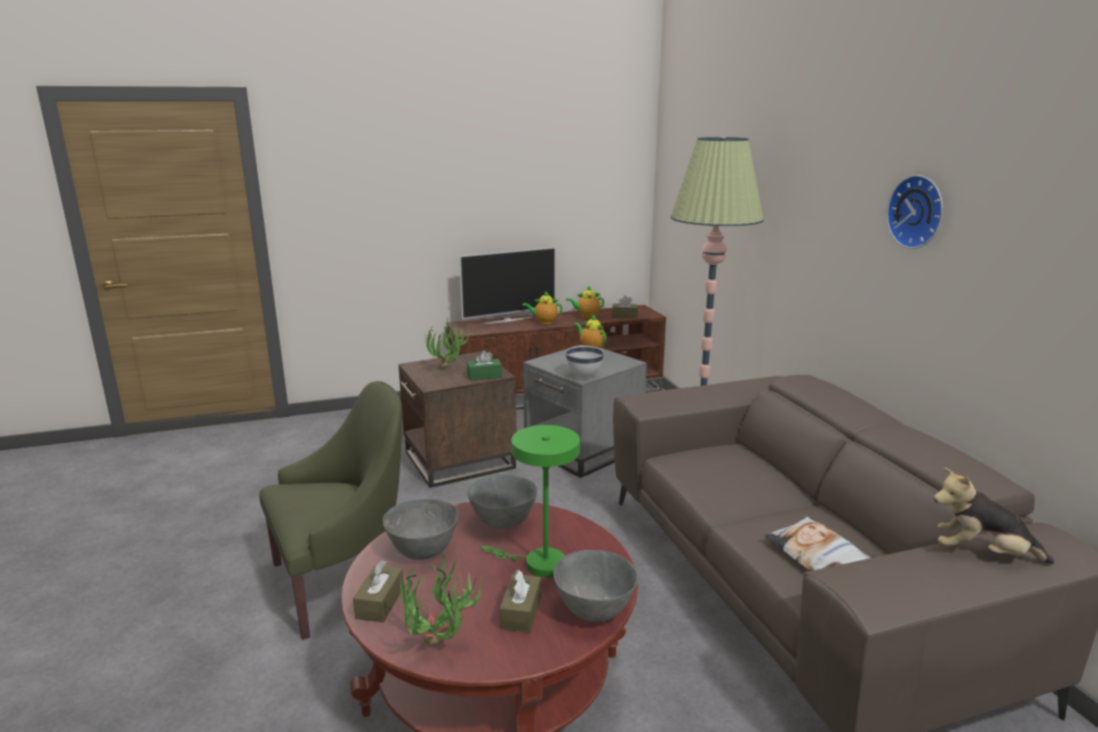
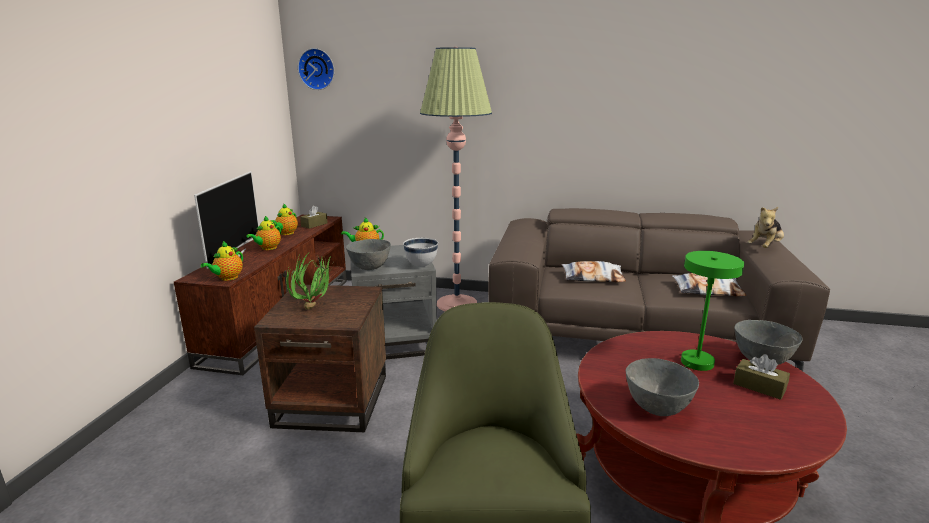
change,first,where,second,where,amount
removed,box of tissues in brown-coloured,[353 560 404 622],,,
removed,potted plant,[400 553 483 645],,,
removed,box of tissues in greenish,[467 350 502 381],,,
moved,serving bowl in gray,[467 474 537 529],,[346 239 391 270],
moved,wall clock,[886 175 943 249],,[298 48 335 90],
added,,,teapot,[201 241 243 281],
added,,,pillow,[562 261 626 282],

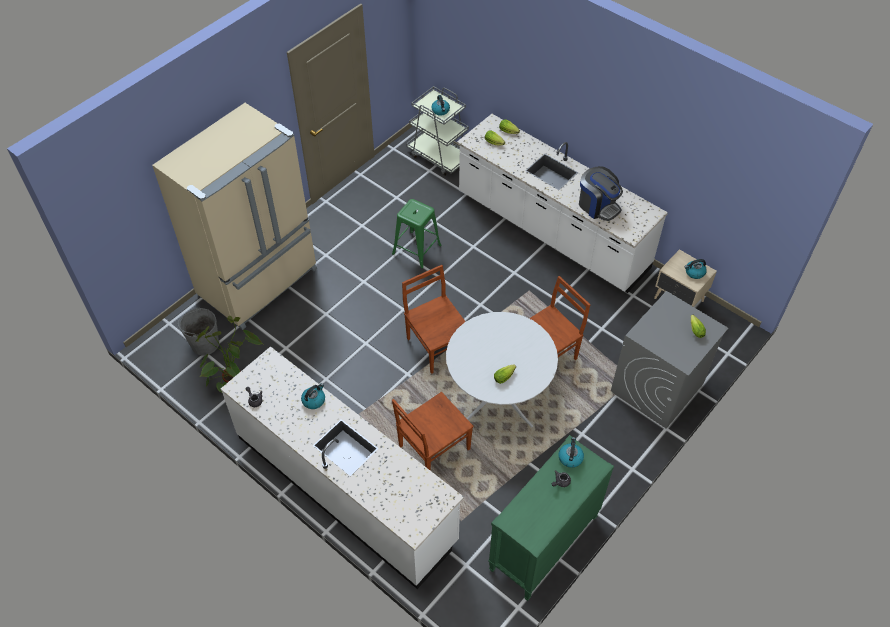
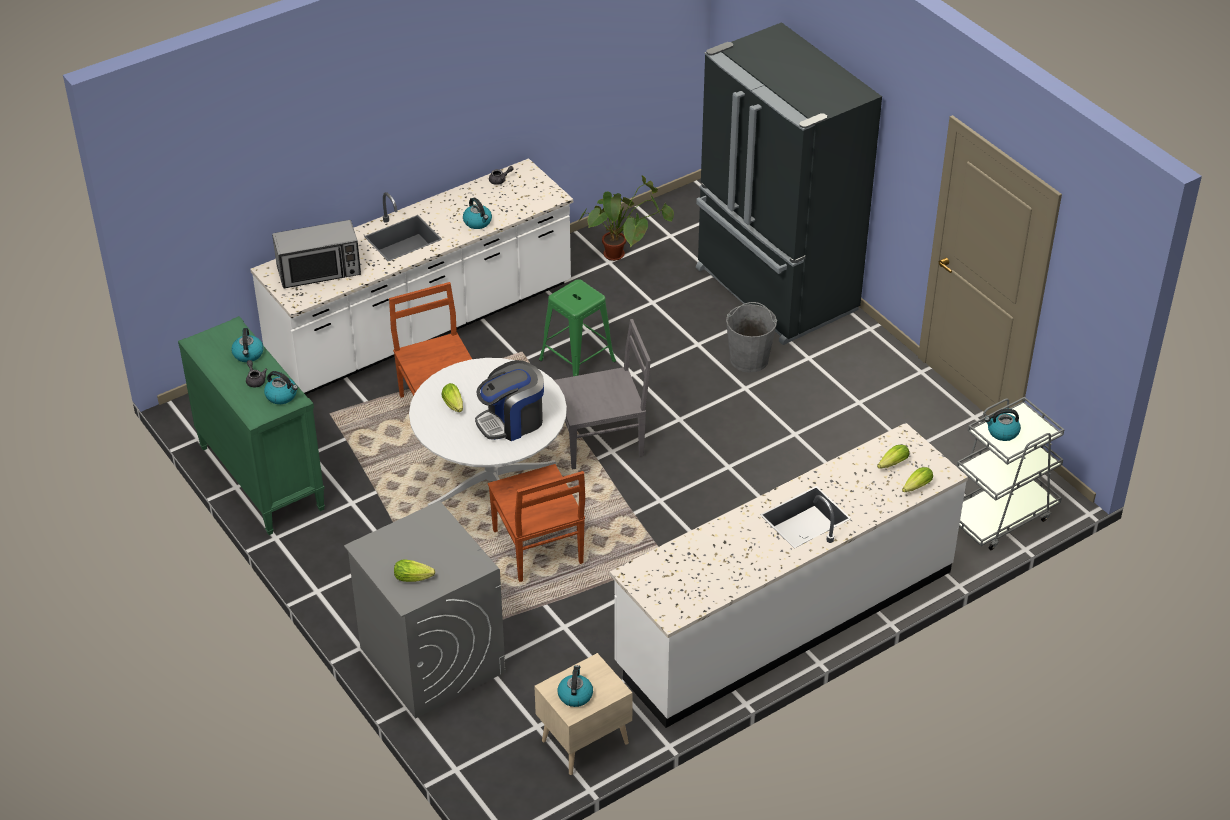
change,first,where,second,where,amount
recoloured,refrigerator in sand-coloured,[152 103 317 330],refrigerator in blackish,[696 22 882 345],
moved,water bucket in gray,[178 308 219 356],,[726 302 777 373],
moved,sitting stool in greenish,[392 199 442 269],,[539 279 616 376],
recoloured,plain chair in brown-coloured,[402 265 466 374],plain chair in gray,[554 319 651 470],
moved,coffee brewer,[579 166 623 221],,[475 360 544 441],
added,,,kettle,[231 328 264 362],
added,,,microwave oven,[272 220 361 288],

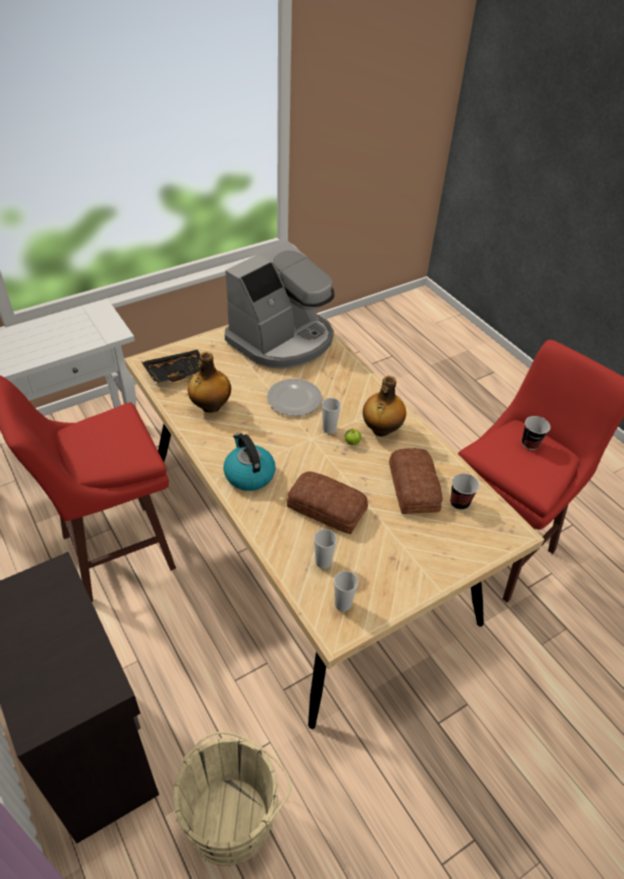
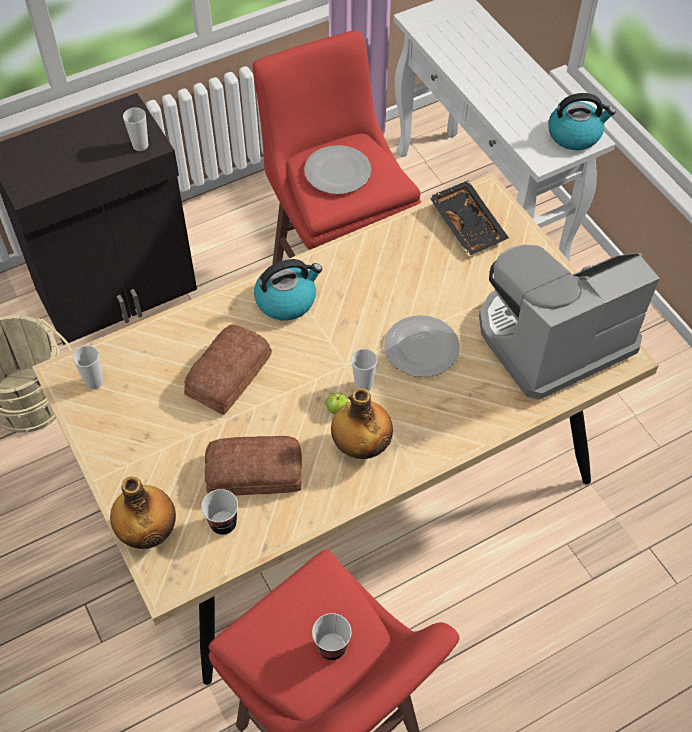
change,first,where,second,where,amount
moved,beverage bottle,[188 352 231 413],,[110 477 176 549],
turned,coffee brewer,[225 240 334 369],,[479 245 660 400],105 degrees clockwise
moved,small cup,[314 529 337 569],,[123 107 148 151],
added,,,plate,[304 145 371 194],
added,,,kettle,[548 93 616 150],

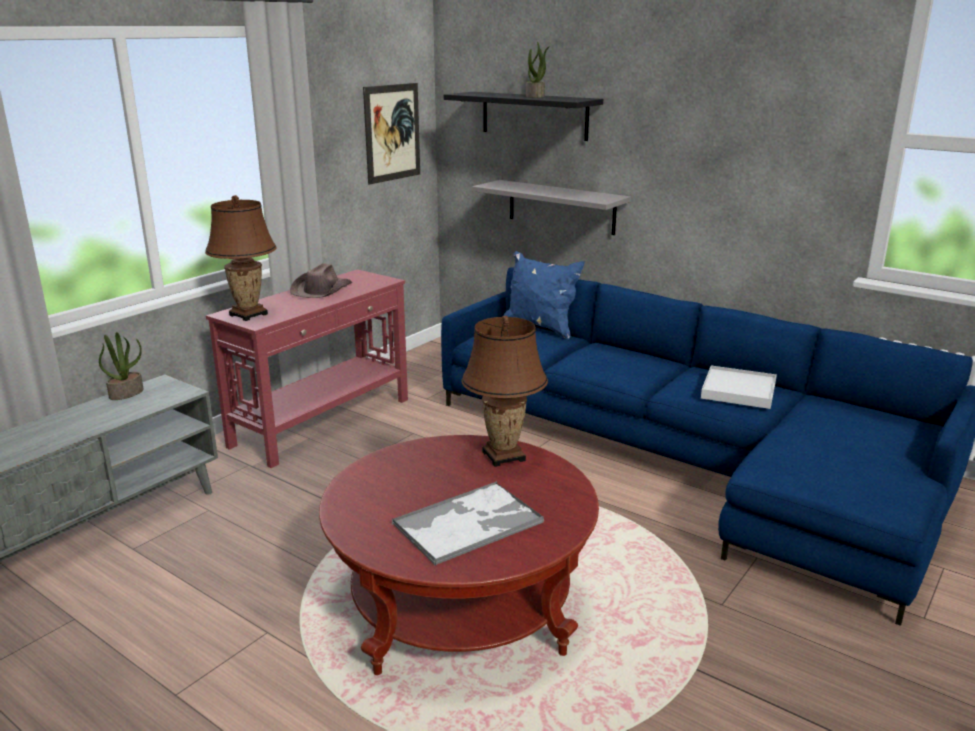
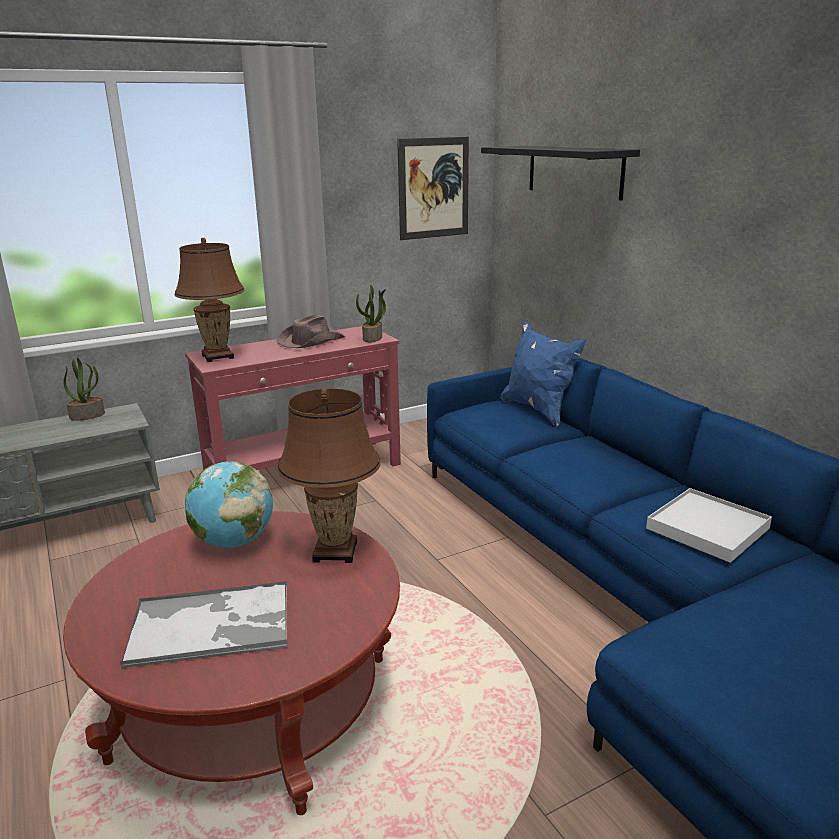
change,first,where,second,where,amount
removed,wall shelf in gray,[472 180 631 235],,,
moved,potted plant,[526 42 550 98],,[356 285 386 342],
added,,,desk globe,[185 461 273 548],

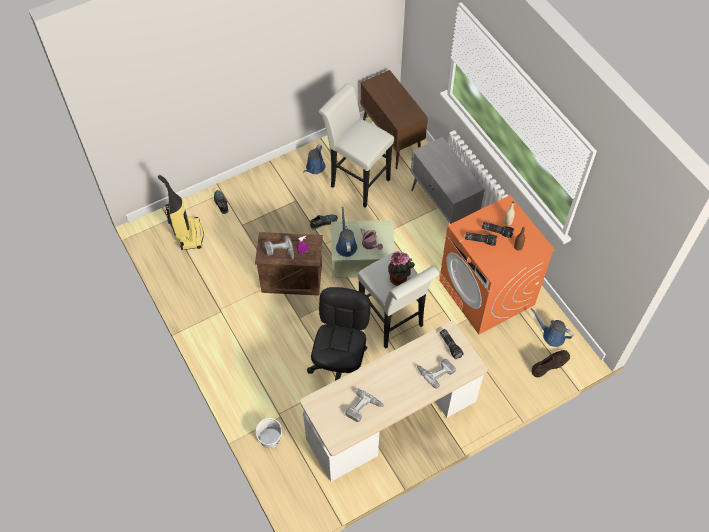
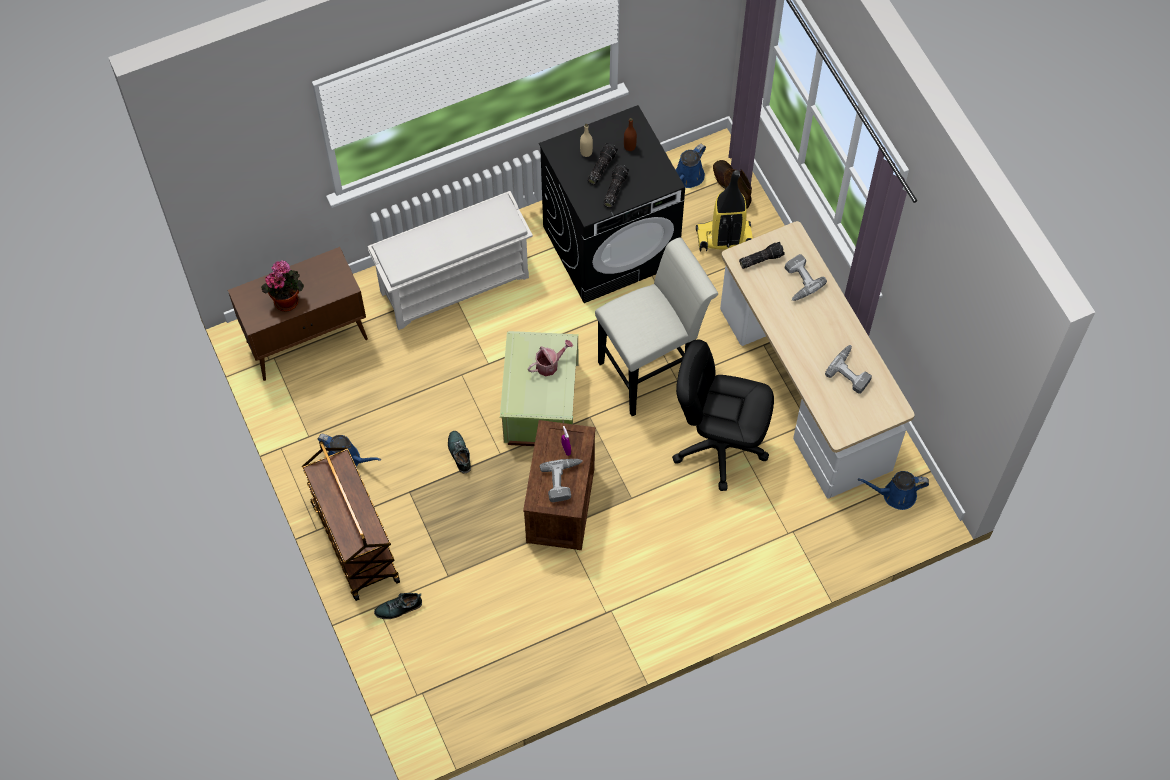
change,first,where,second,where,amount
moved,hoover,[158 175 204 250],,[696 170 753 252],
removed,water bucket in white,[256 418 282 448],,,
removed,sitting stool in white,[318 83 394 208],,,
moved,watering pot in blue-coloured,[336 207 358 257],,[858 471 929 510],
moved,potted plant,[388 252 415 286],,[261 260 304 312],
replaced,cupboard in gray,[411 137 485 224],shoe stand in white,[368 191 533 330],
recoloured,laundry appliance in orange,[439 195 555 334],laundry appliance in blackish,[539 105 685 303],
added,,,trolley in brown-coloured,[302 441 400 601],

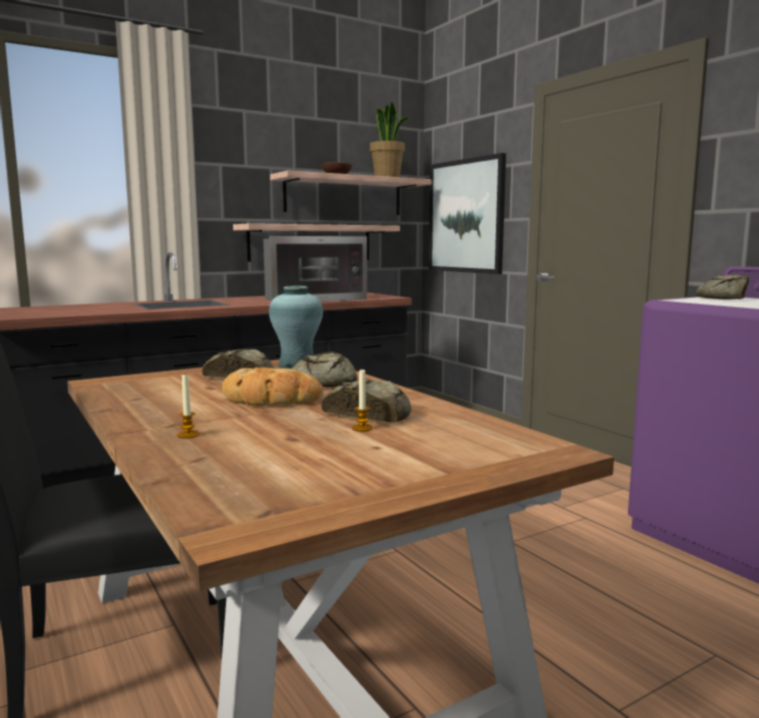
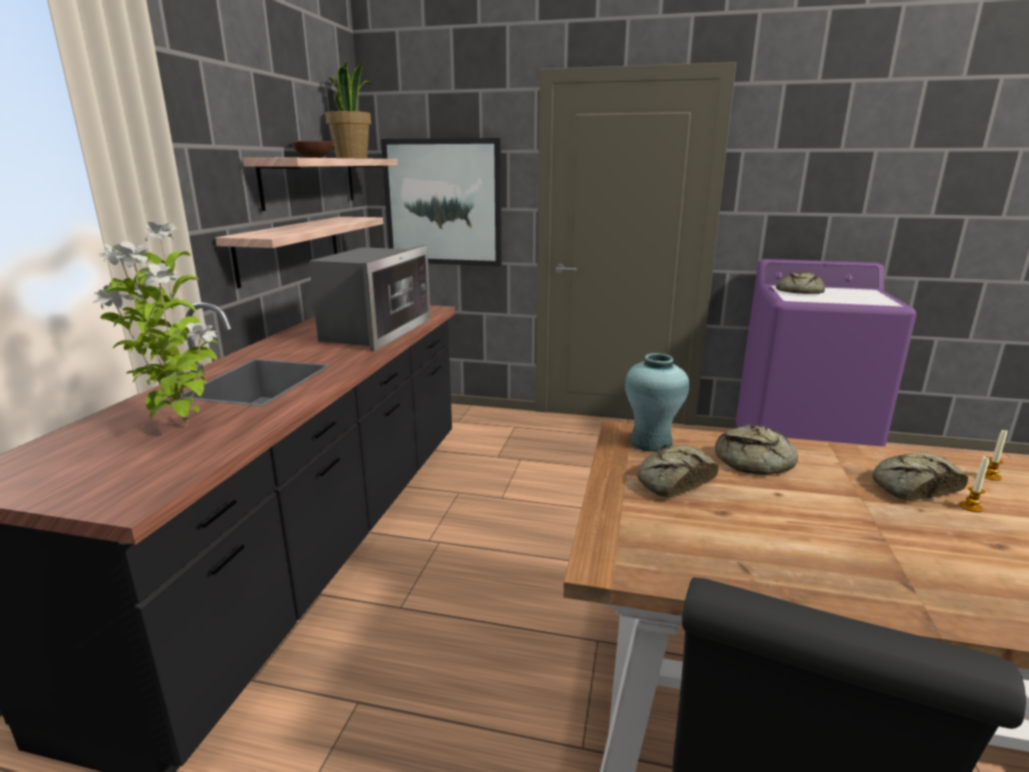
change,first,where,second,where,amount
moved,wax light,[177 375 199 438],,[984 430 1008 481],
removed,bread,[222 367 323 406],,,
added,,,potted plant,[92 222 217 426],

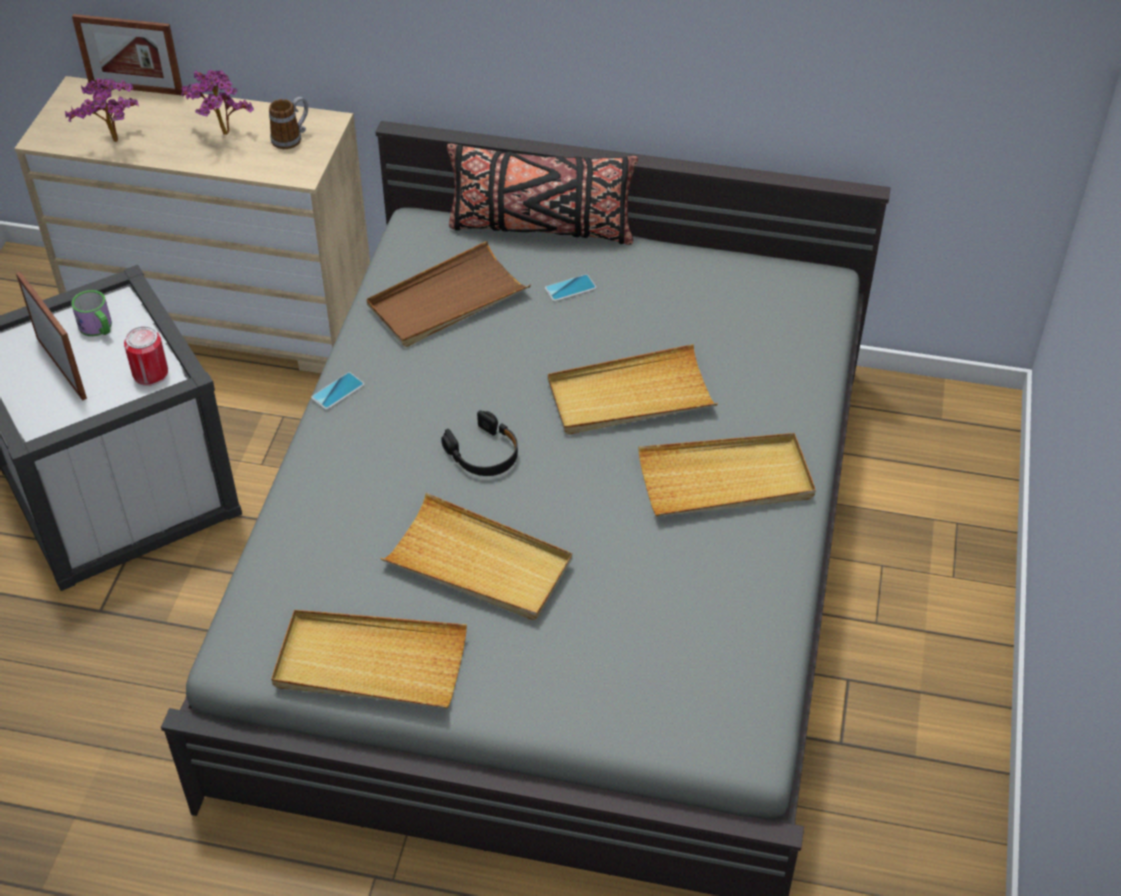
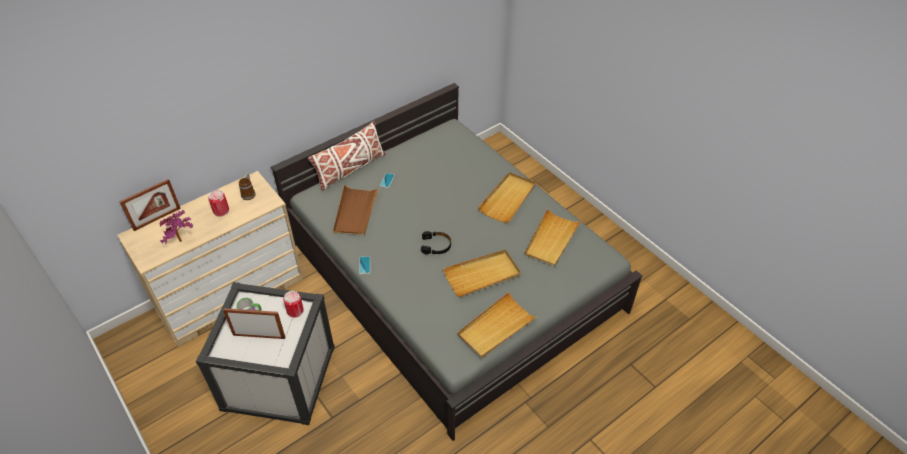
change,first,where,second,where,amount
replaced,potted plant,[181 70 254 135],sealed can,[208 190 229 216],
recoloured,pillow in blackish,[447 143 638 245],pillow in white,[308 121 386 190],
moved,serving tray in sand-coloured,[548 344 718 435],,[524 209 581 267],

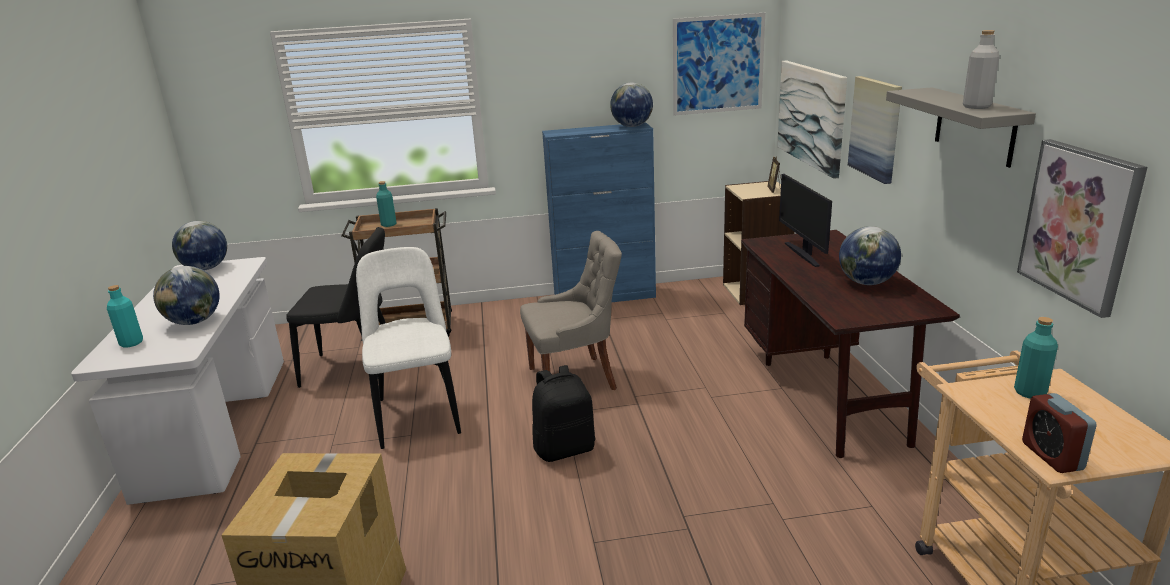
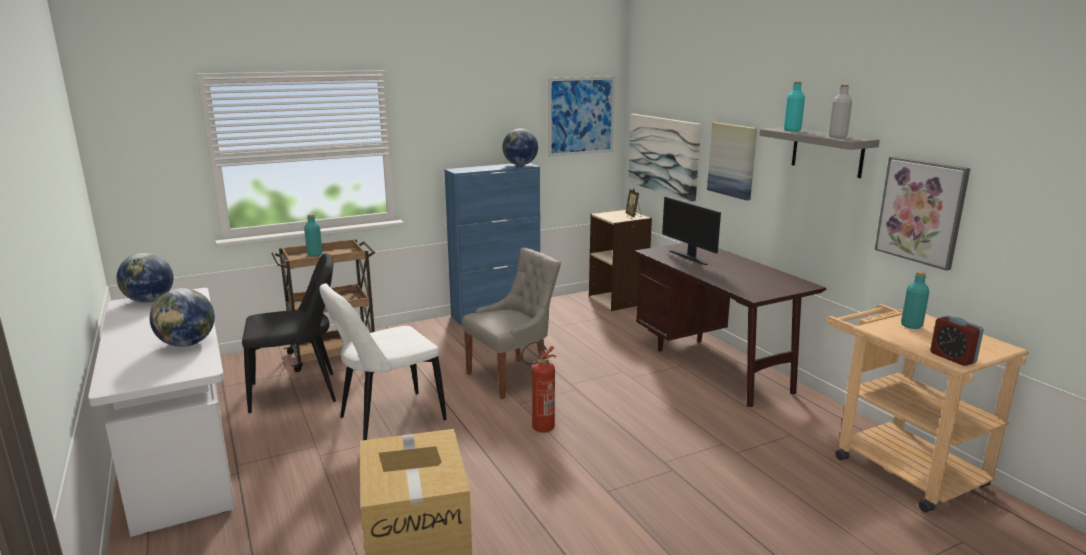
change,first,where,second,where,amount
moved,beverage bottle in turquoise-coloured,[107 285 143 347],,[784 81 805 131],
turned,plain chair in white,[356 247 461 449],,[319 283 447 440],90 degrees counterclockwise
replaced,knapsack in blackish,[532 365 595 462],extinguisher,[521 341 557 433],
removed,desk globe,[839 226 901 285],,,

